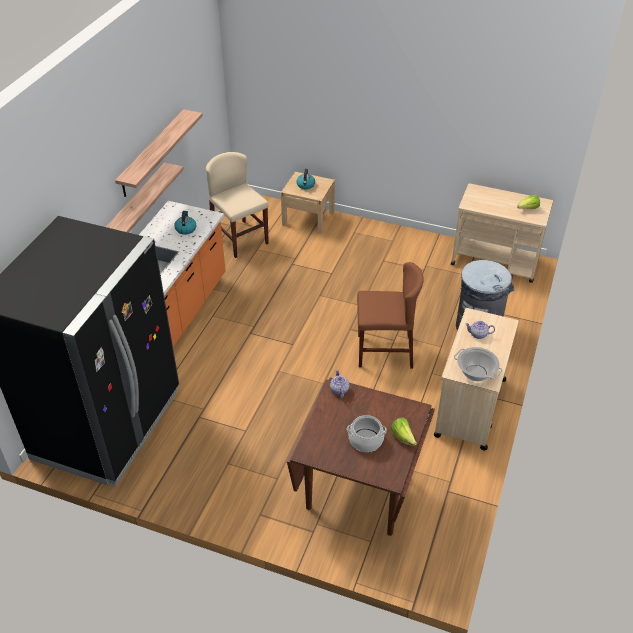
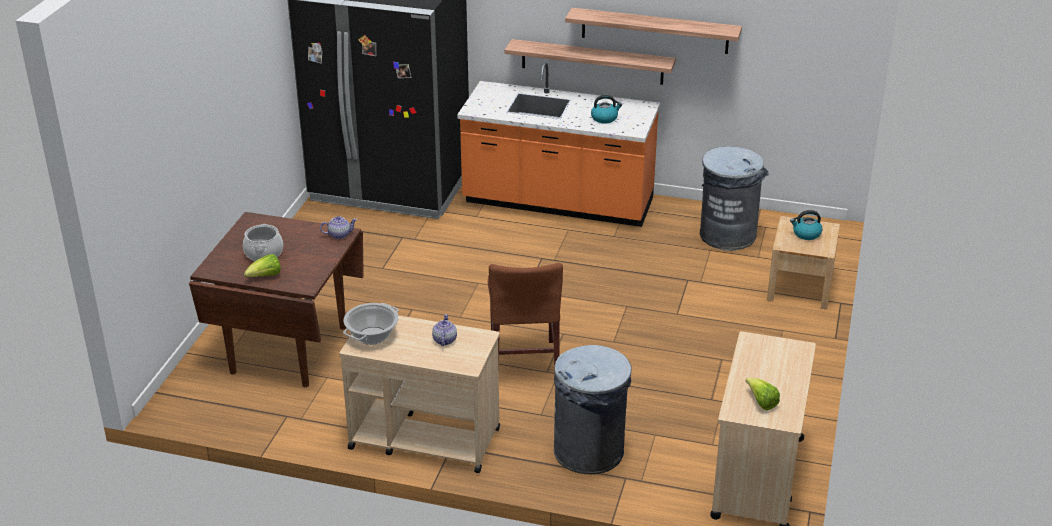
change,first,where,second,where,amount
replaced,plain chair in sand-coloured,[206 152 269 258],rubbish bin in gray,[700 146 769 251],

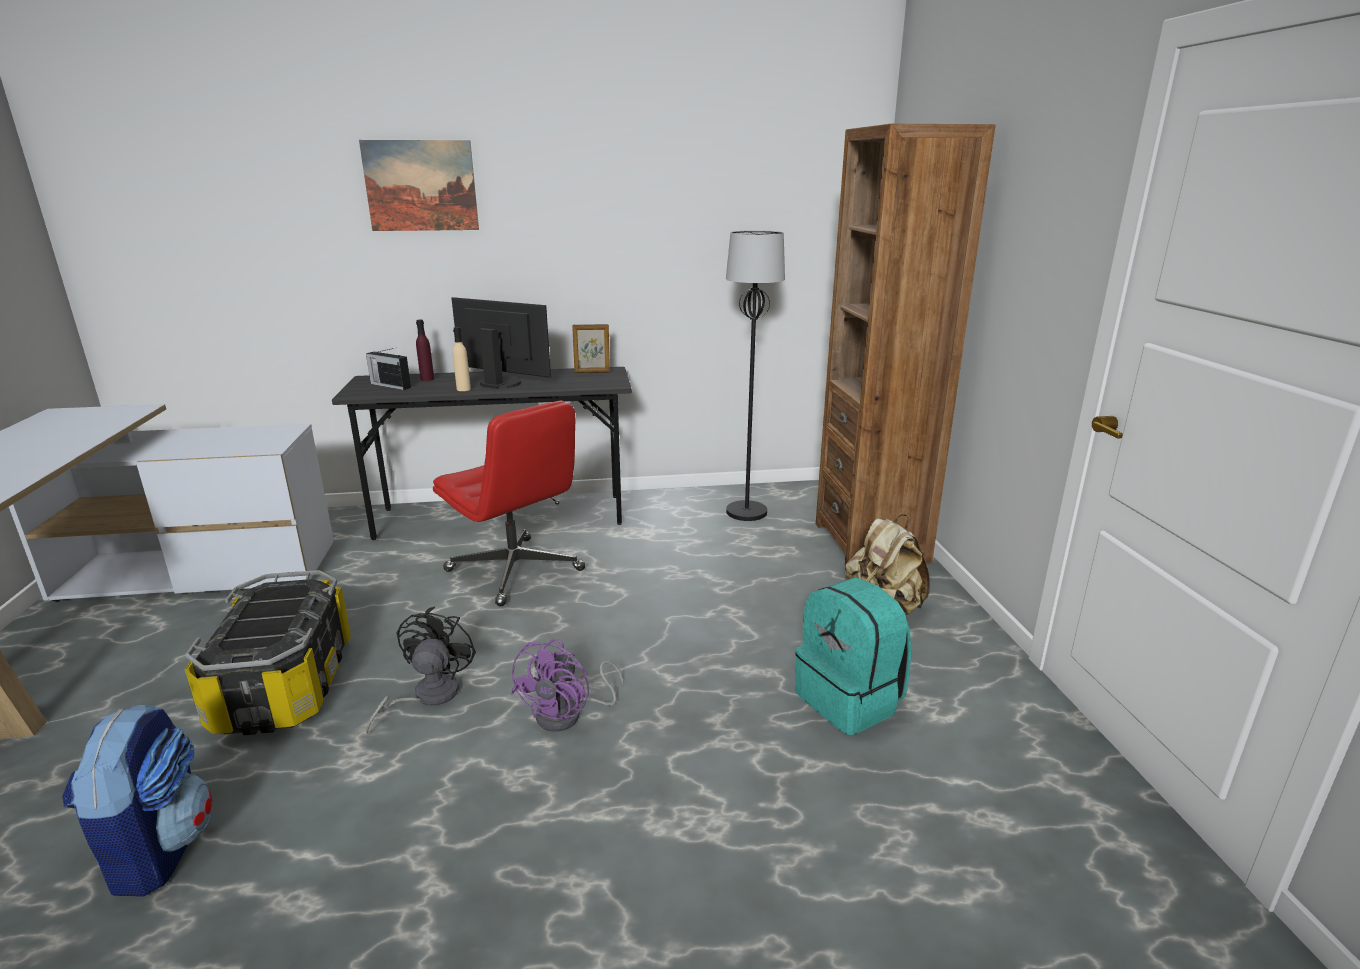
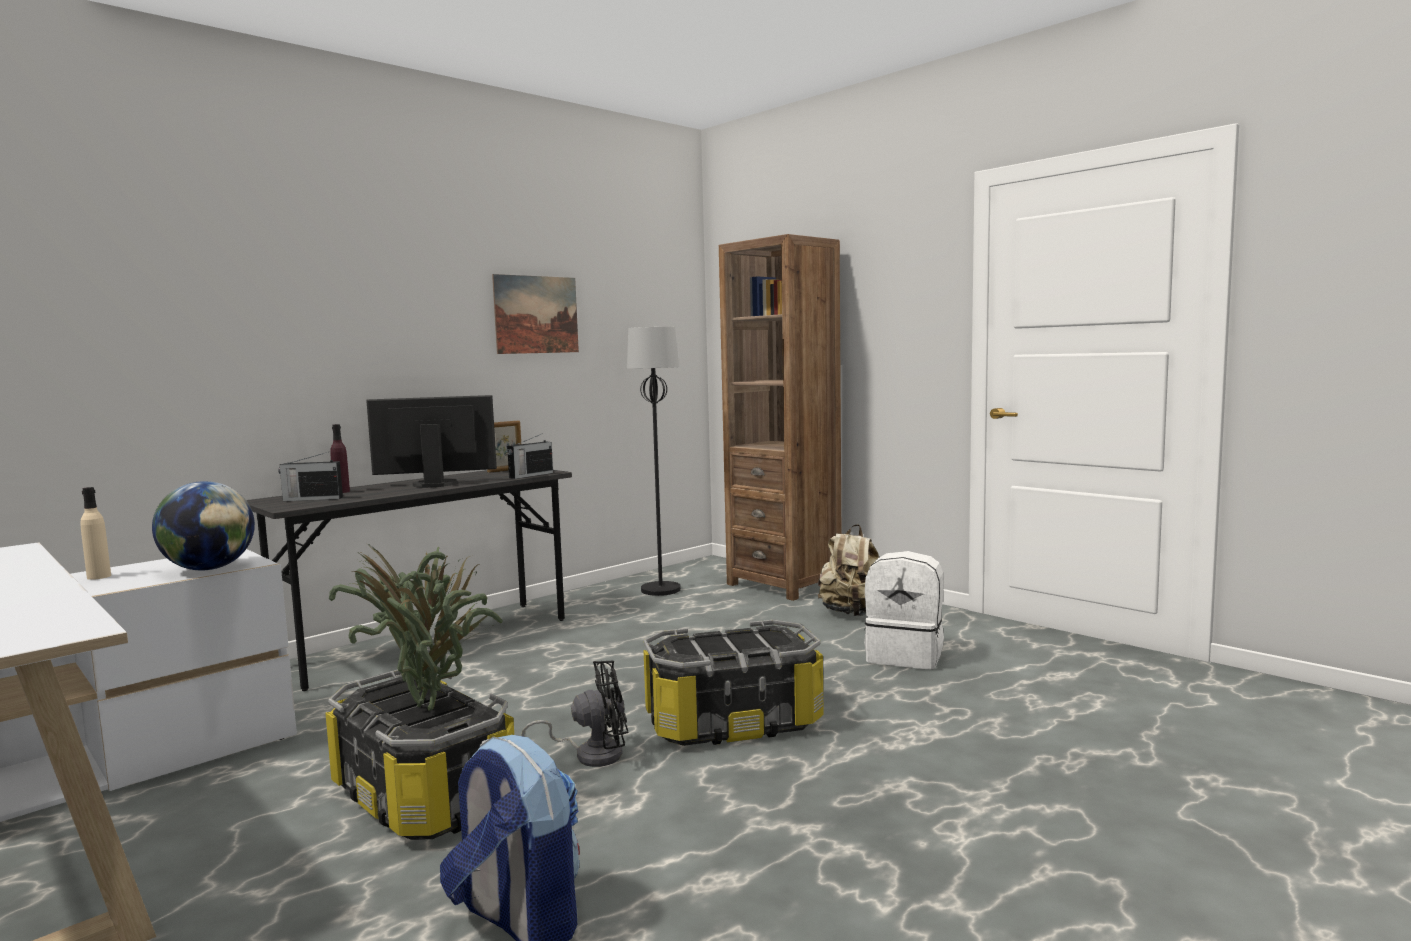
change,first,where,second,where,amount
moved,wall picture,[359 140 479 231],,[492 274 579 354],
turned,electric fan in blackish,[366 607 476 734],,[521 661 628 767],105 degrees clockwise
removed,desk chair in reddish,[433 400 585 606],,,
moved,beverage bottle in sand-coloured,[453 327 471 391],,[80 487 111 580],
replaced,electric fan in purple,[510 639 623 732],storage bin,[643 620 823 746],
recoloured,knapsack in turquoise-coloured,[795 577 911 735],knapsack in white,[864 551 944 669],
added,,,desk globe,[152 481 255 570],
added,,,potted plant,[329 544 503 711],
added,,,radio receiver,[507 433 553 479],

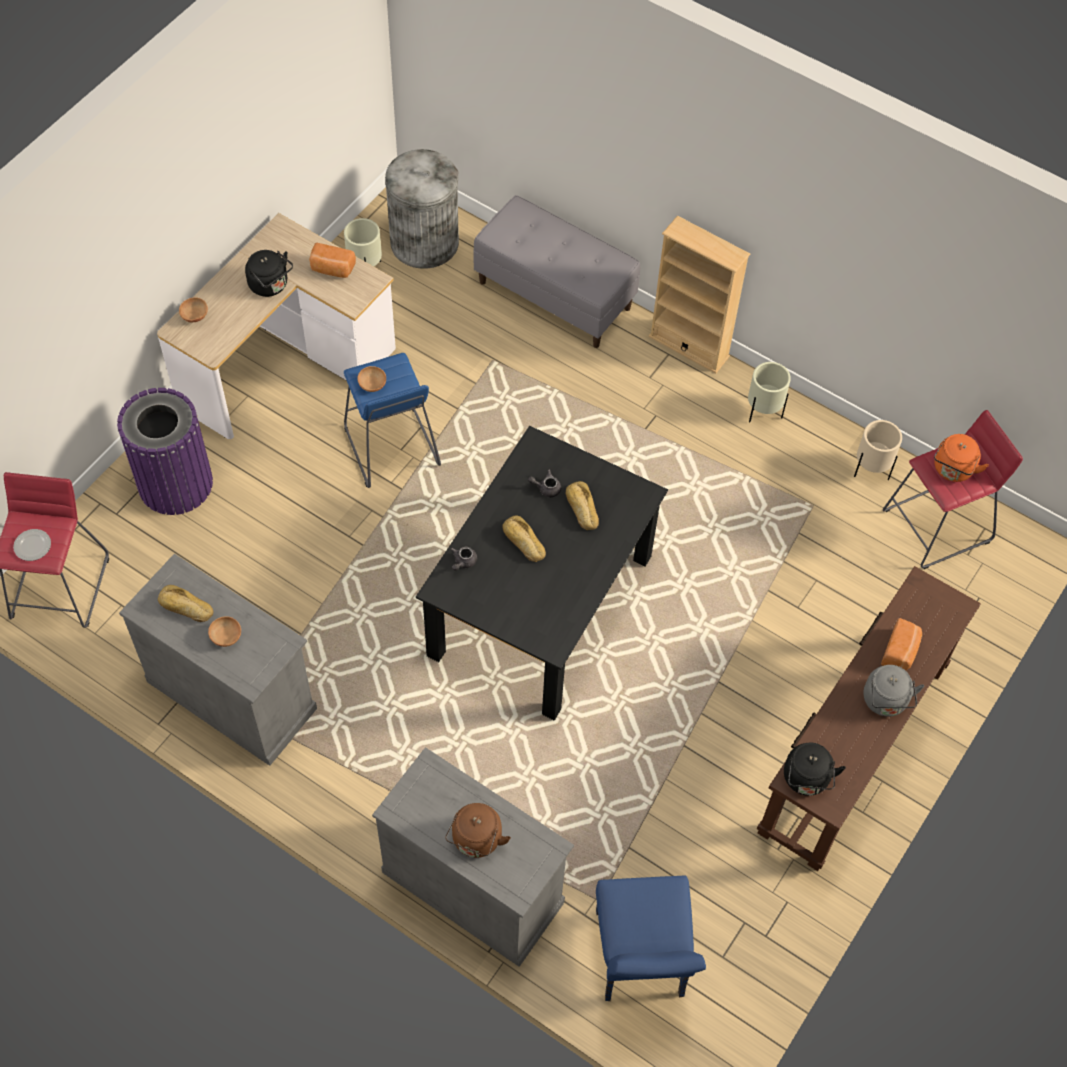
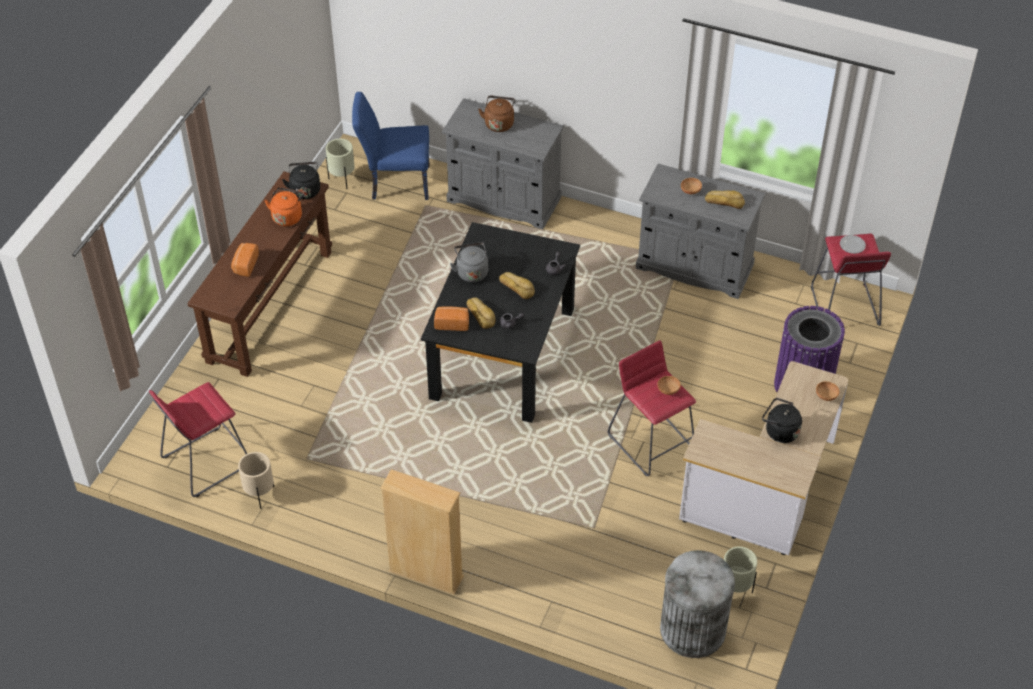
change,first,where,second,where,amount
moved,bread,[309 243 356 278],,[434 307 469 331],
recoloured,sitting stool in blue-coloured,[344 353 441 488],sitting stool in reddish,[608 340 696 476],
removed,indoor bench in gray,[473 195 640 348],,,
turned,plain chair in blue-coloured,[596 875 706 1001],,[352 92 430 200],75 degrees counterclockwise
moved,flower pot in sand-coloured,[748 362 791 422],,[326 139 355 189],
moved,kettle in gray,[863 665 924 717],,[450 242 488 282],
moved,kettle in orange,[934 434 989 482],,[264 187 304 226],

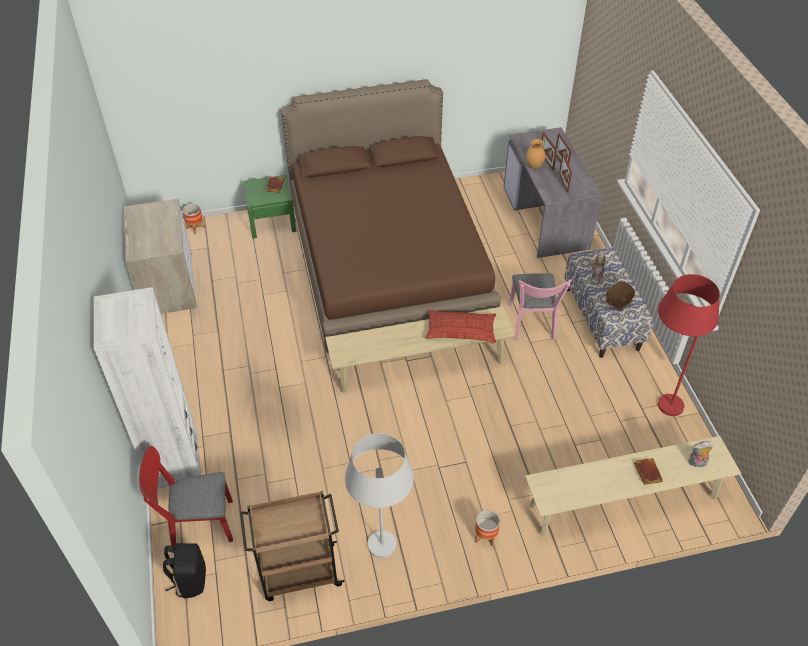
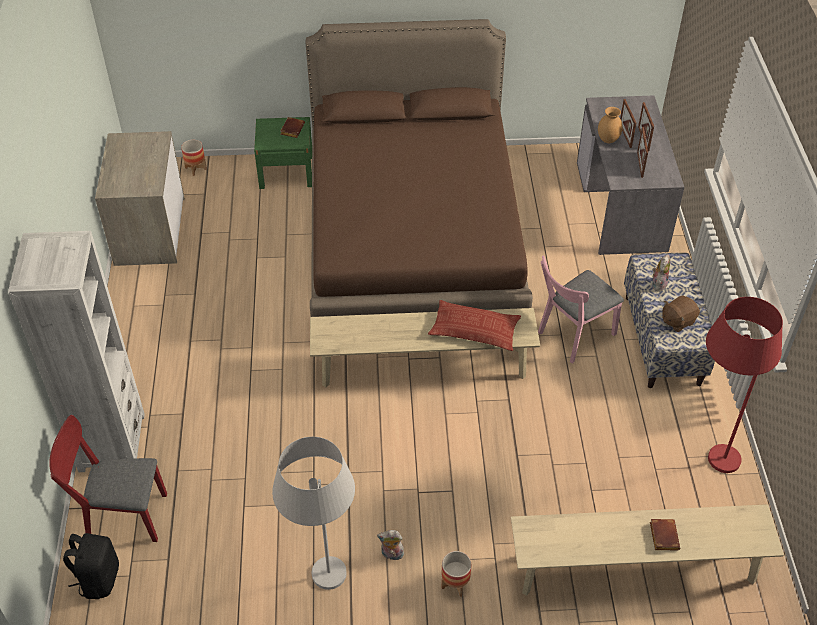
change,first,where,second,where,amount
removed,trolley in brown-coloured,[240 491 345 601],,,
turned,plain chair in pink-coloured,[509 273 572 341],,[538 256 624 363],45 degrees clockwise
moved,soft toy,[689 441 713 467],,[377 530 404 560],

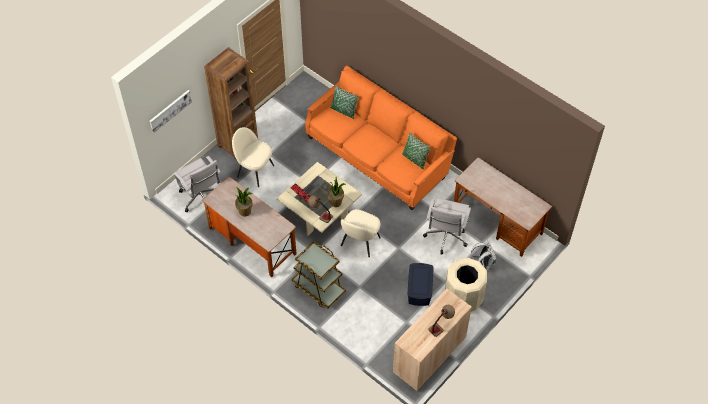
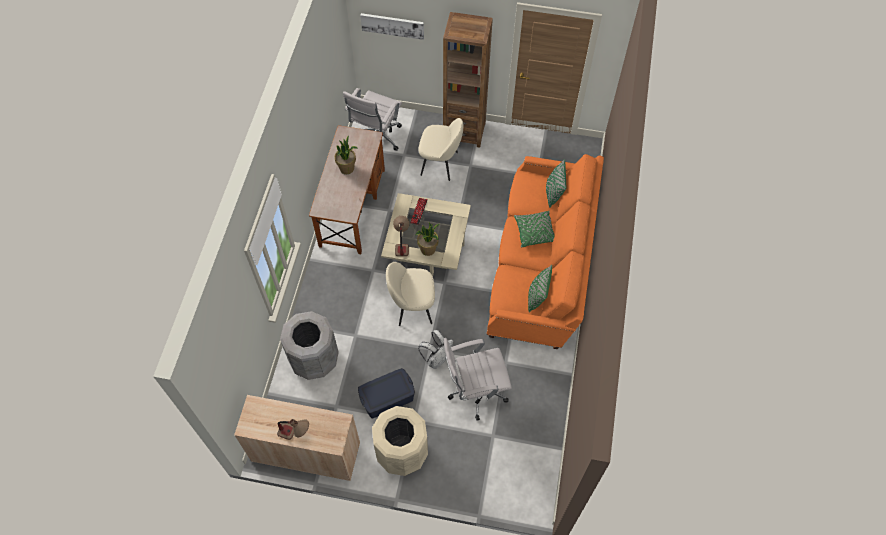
change,first,where,second,where,amount
turned,plain chair in sand-coloured,[232 127 274 187],,[418 118 463 181],105 degrees clockwise
removed,trolley in brown-coloured,[292 241 346 309],,,
removed,desk unit,[454 157 552 257],,,
moved,knapsack in white,[471 240 496 270],,[418 330 453 369],
added,,,rubbish bin in gray,[280 311 339 380],
added,,,pillow in greenish,[514 211 555 247],

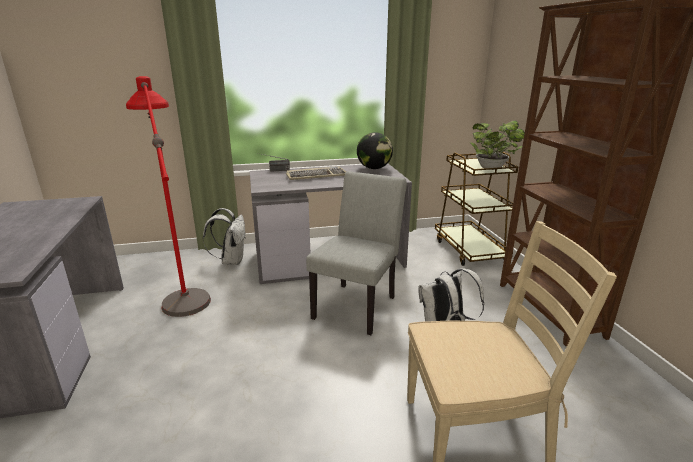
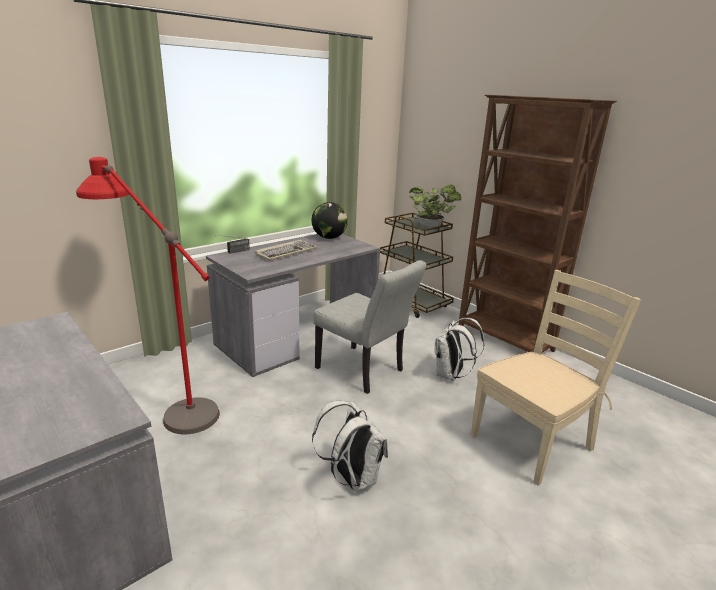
change,first,where,second,where,amount
moved,knapsack in white,[203 208 245 265],,[312 401 388 492],
turned,plain chair in gray,[306 171 407 335],,[313 260 427 394],135 degrees clockwise

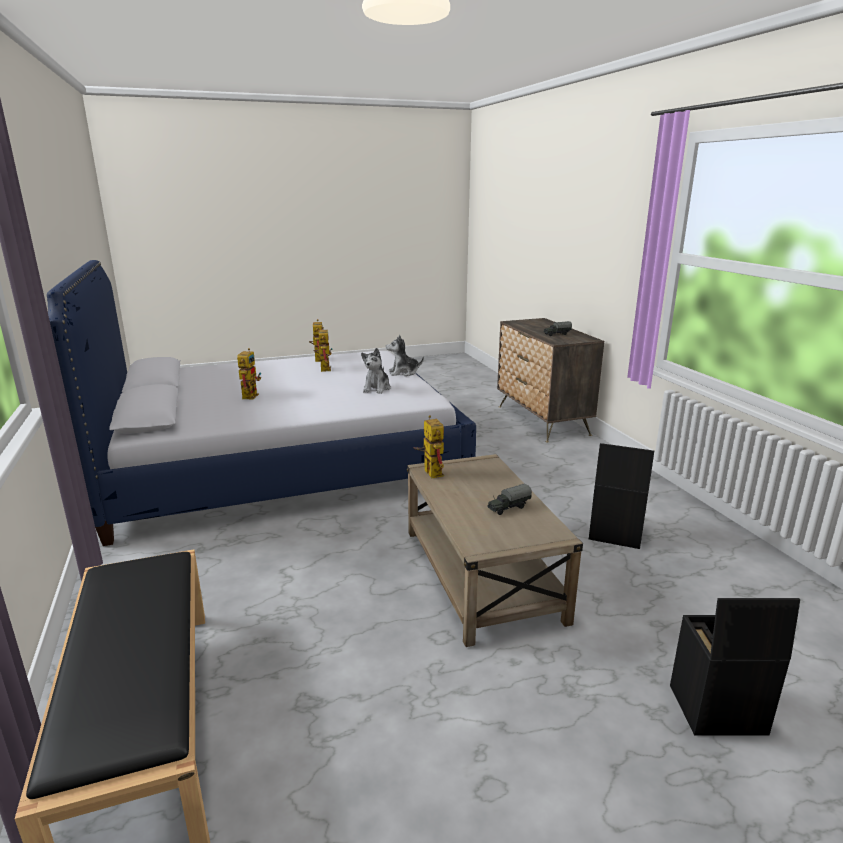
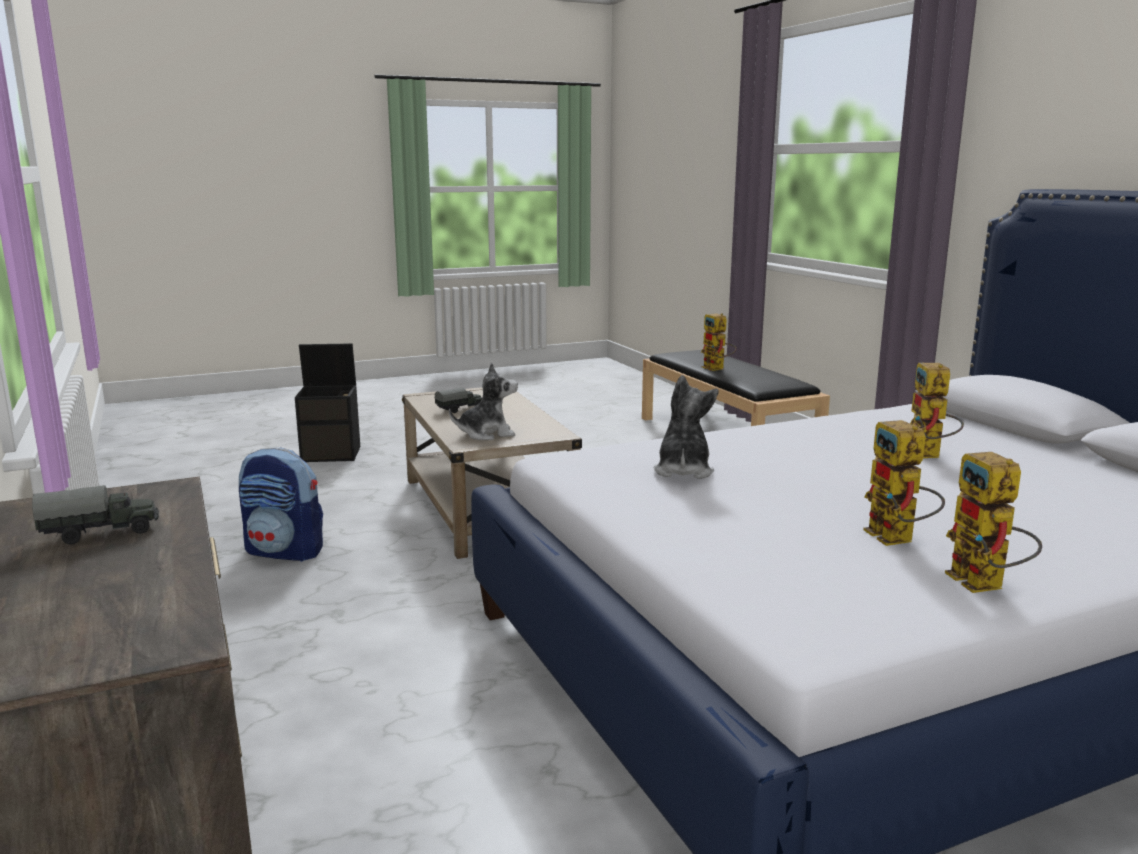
change,first,where,second,where,amount
moved,soft toy,[386 335 424 376],,[449 363 518 440],
moved,model robot,[413 415 444 478],,[701 313 737 371],
replaced,storage bin in blackish,[589 443 654 549],knapsack,[239 447 323 562],

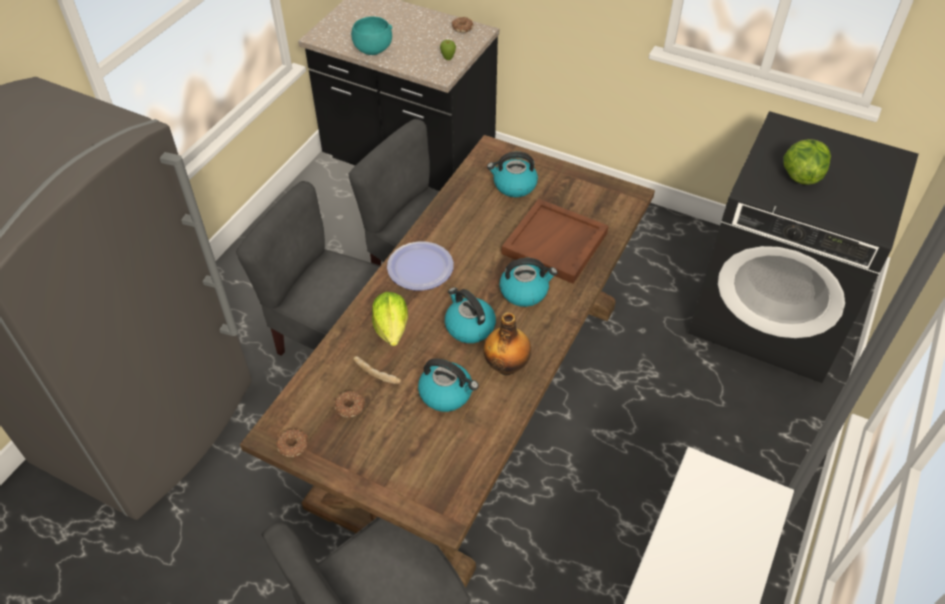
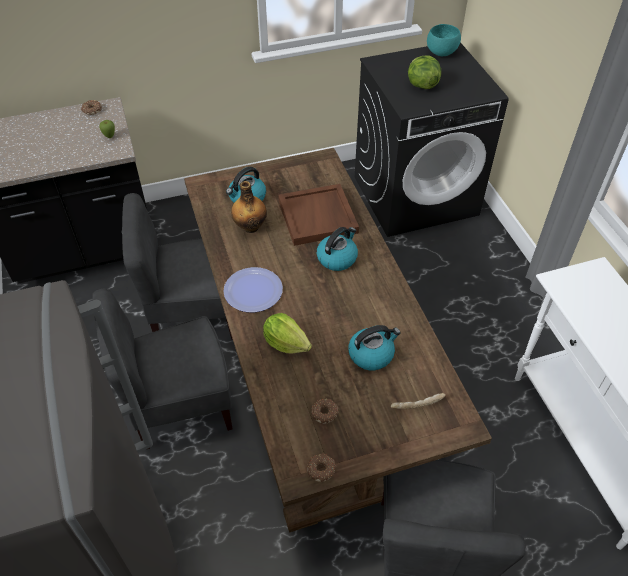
change,first,where,second,where,amount
moved,serving bowl in turquoise-coloured,[351 16 393 55],,[427 24 461 56],
moved,bread,[353 356 401 384],,[391 393 446 409],
removed,kettle,[445 287 496 343],,,
moved,beverage bottle,[483 312 531 375],,[231 181 267 233],

